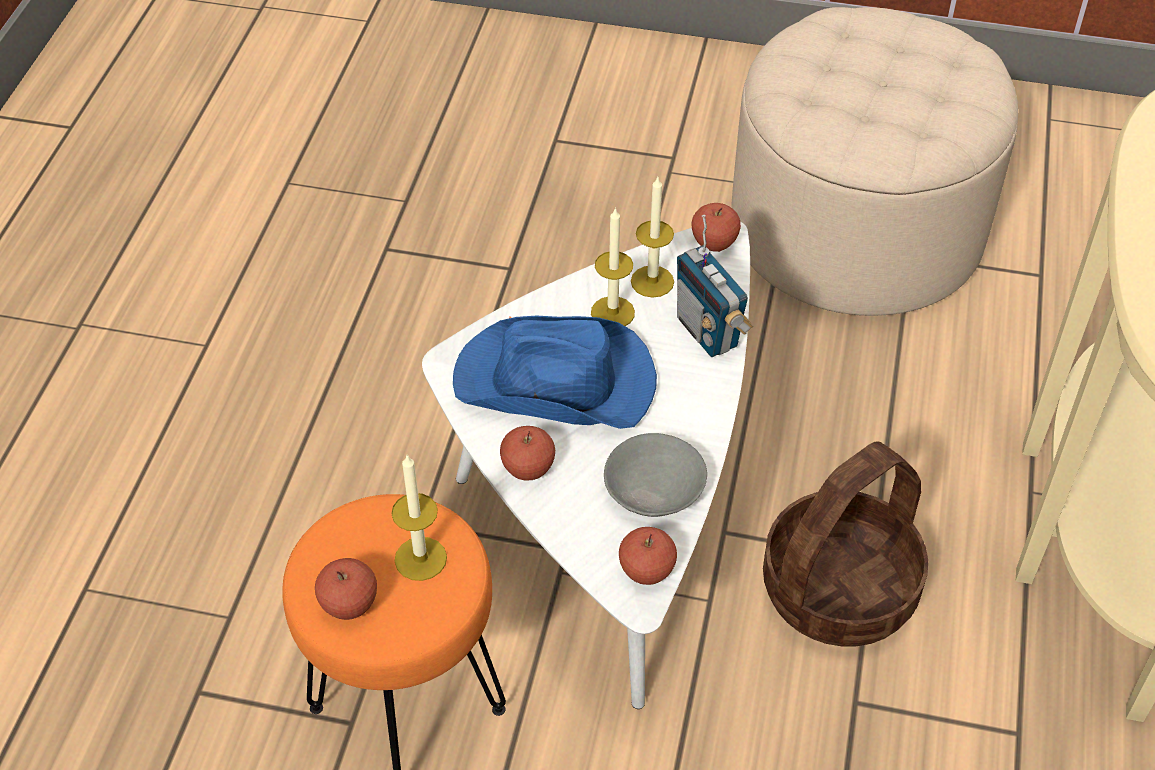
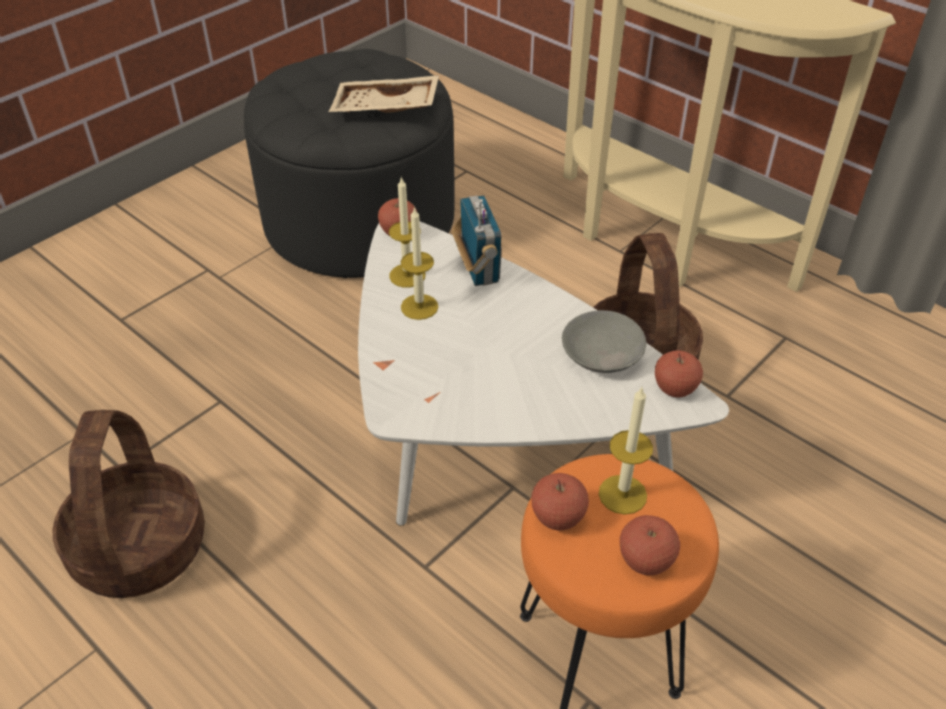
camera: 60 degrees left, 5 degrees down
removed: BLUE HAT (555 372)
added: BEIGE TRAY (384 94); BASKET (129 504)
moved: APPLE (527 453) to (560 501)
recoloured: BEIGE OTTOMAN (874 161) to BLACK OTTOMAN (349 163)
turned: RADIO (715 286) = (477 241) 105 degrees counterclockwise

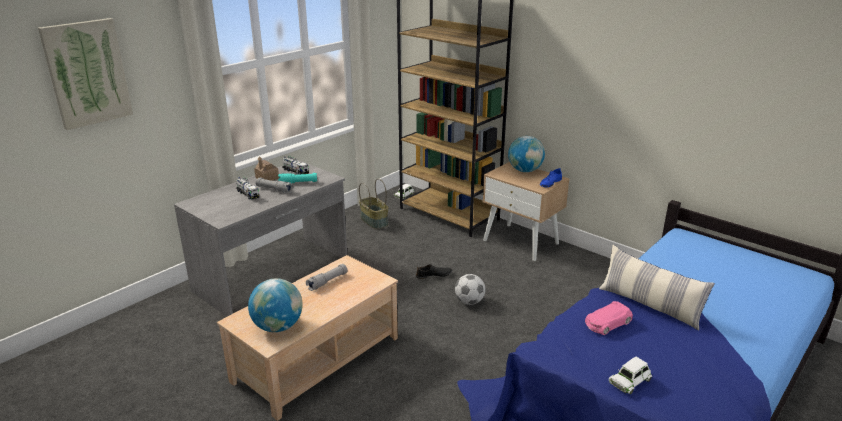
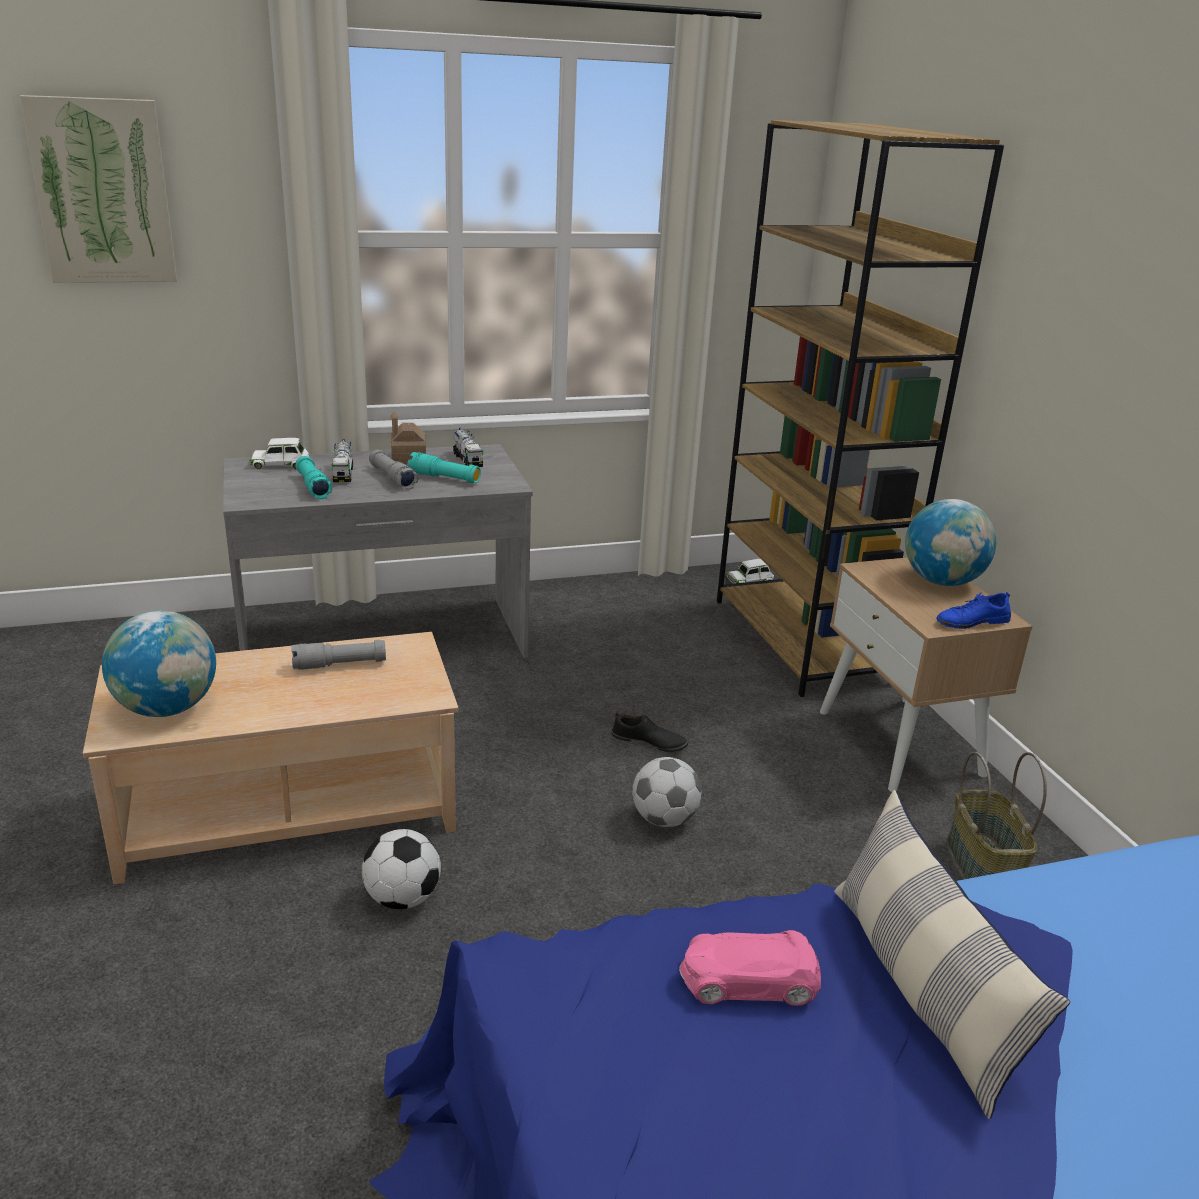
camera: 30 degrees right, 0 degrees up
added: TURQUOISE FLASHLIGHT (314 477); FOOTBALL (401 869)
moved: BASKET (373 204) to (997 815); WHITE TOY CAR (630 375) to (280 454)

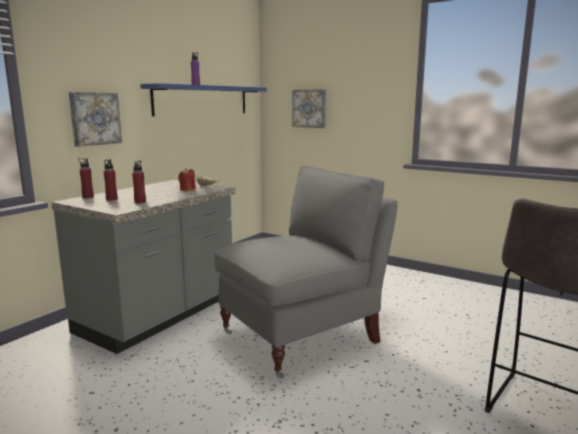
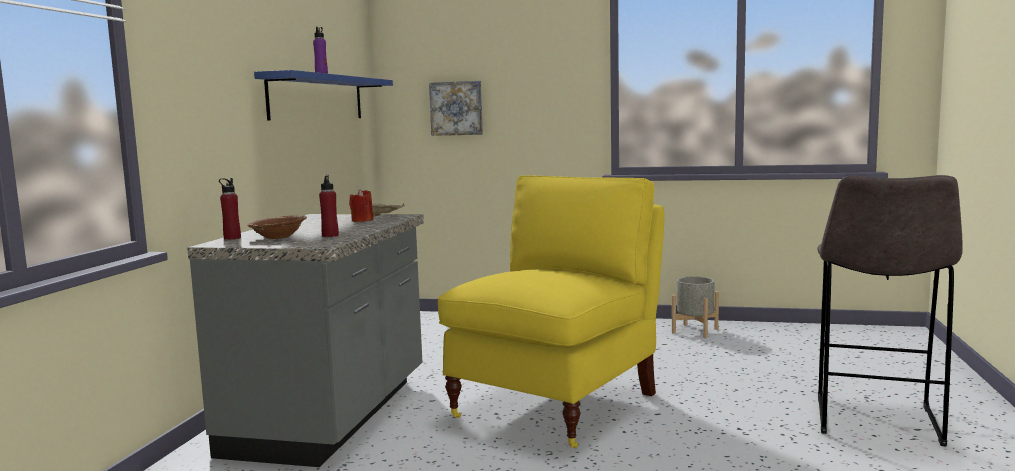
camera: 20 degrees left, 5 degrees down
removed: PICTURE (95 119)
added: GREY PLANTER (695 307)
replaced: RED BOTTLE (111 180) to BROWN BOWL (277 227)
recoloured: GREY CHAIR (306 272) to YELLOW CHAIR (551 311)

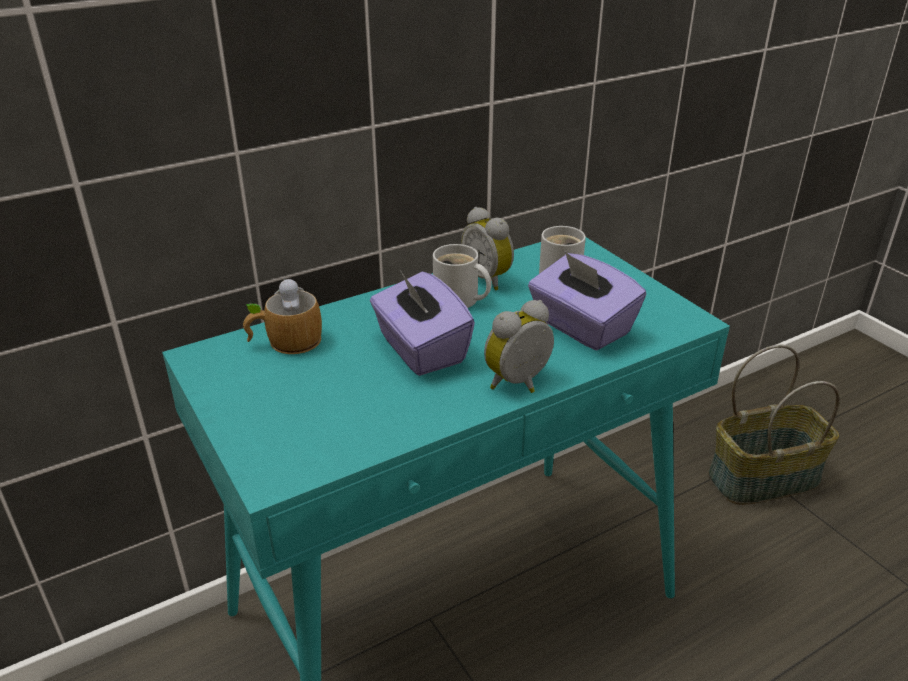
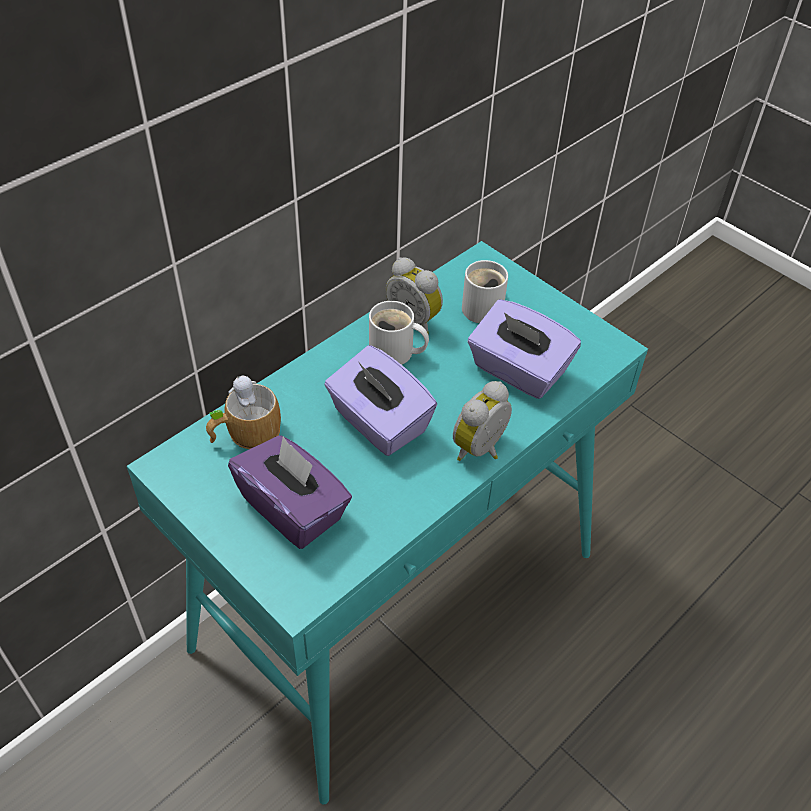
camera: 15 degrees left, 15 degrees up
removed: BASKET (774 425)
added: PURPLE TISSUE BOX (290 492)

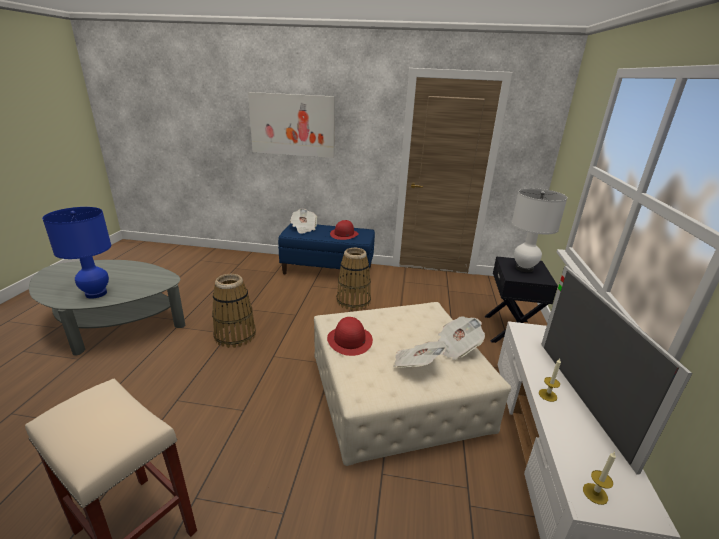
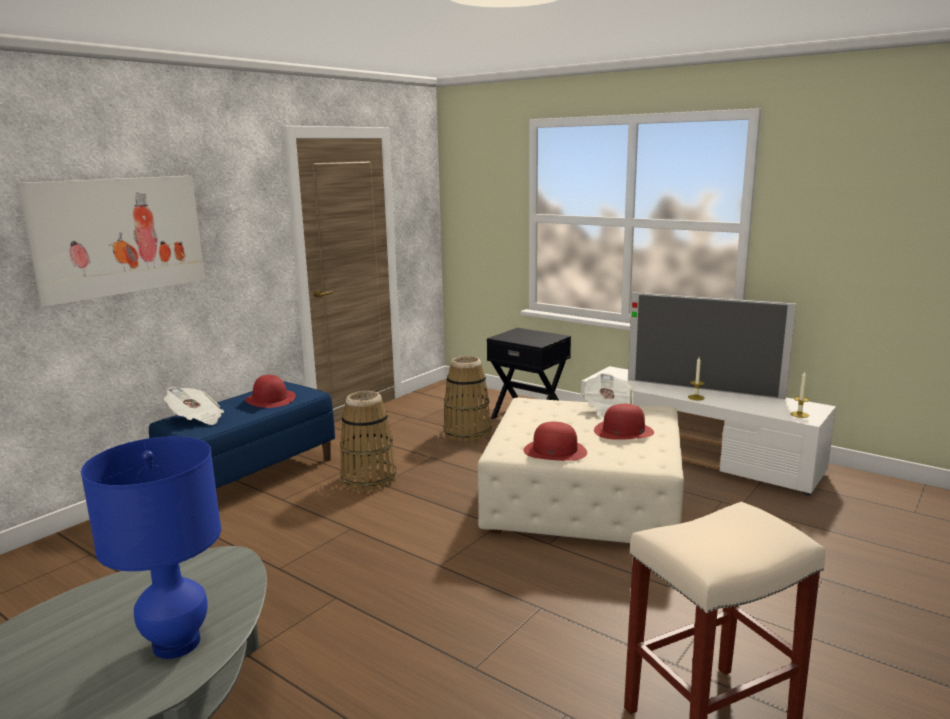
camera: 60 degrees left, 10 degrees down
removed: WHITE TABLE LAMP (539 230)
moved: BASKET (234 311) to (467 399)
replaced: NEWSPAPER (419 354) to RED HAT (624 422)

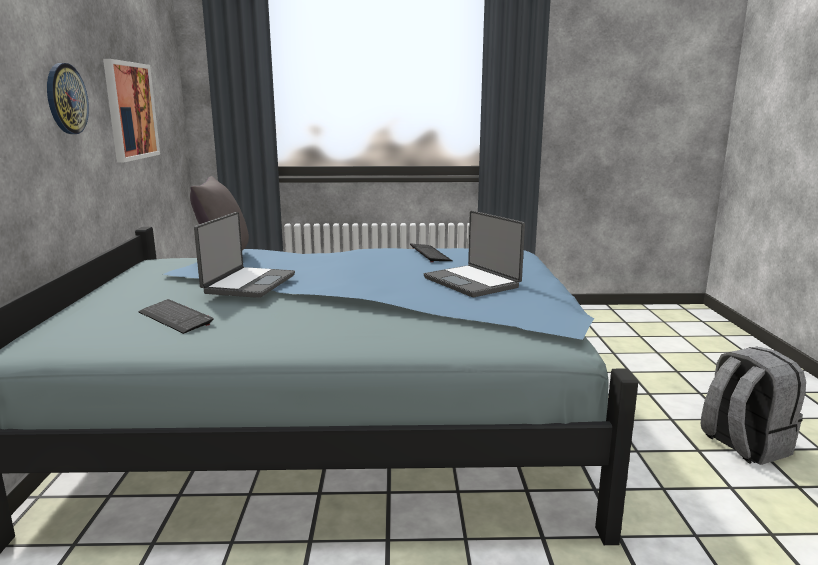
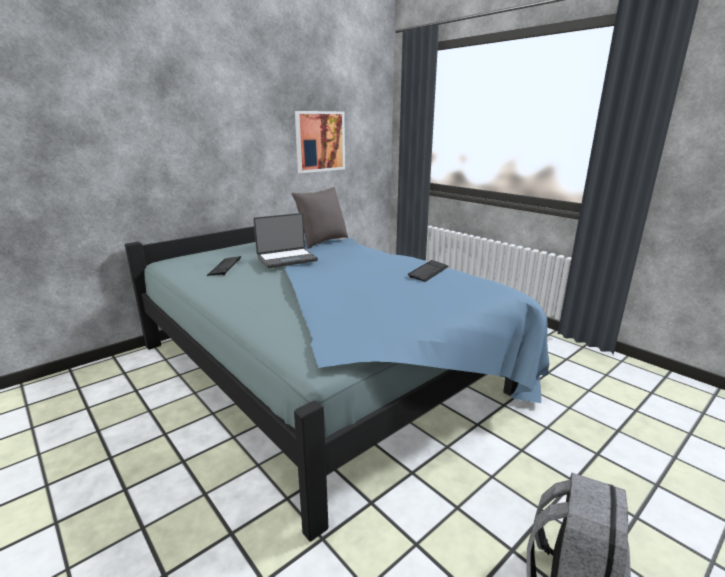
camera: 50 degrees right, 5 degrees up
removed: WALL CLOCK (68 98); LAPTOP (474 254)

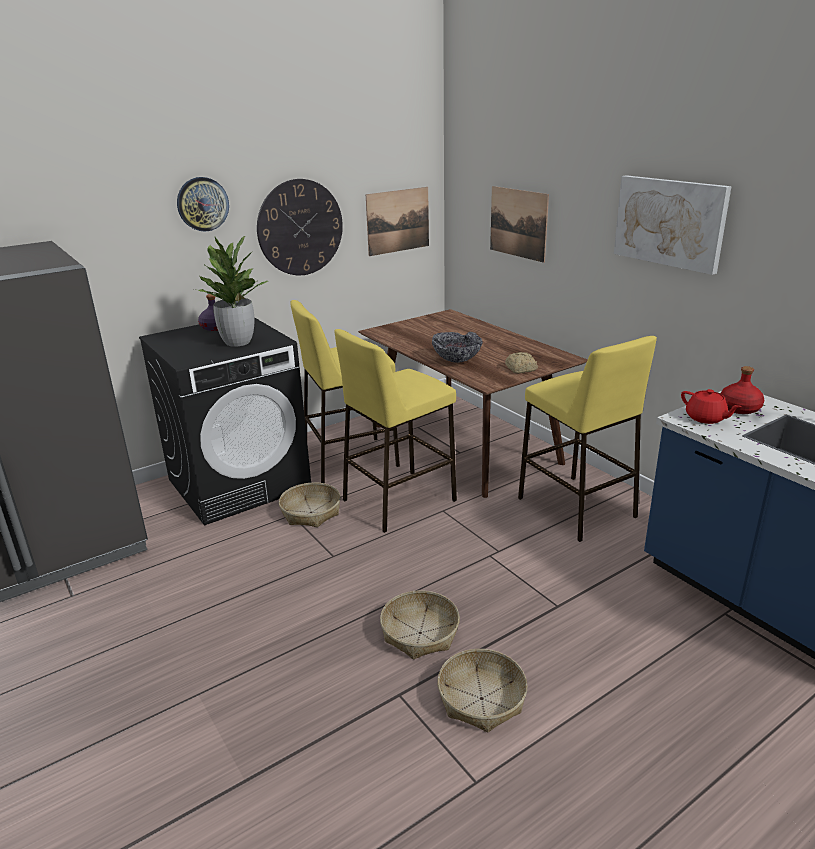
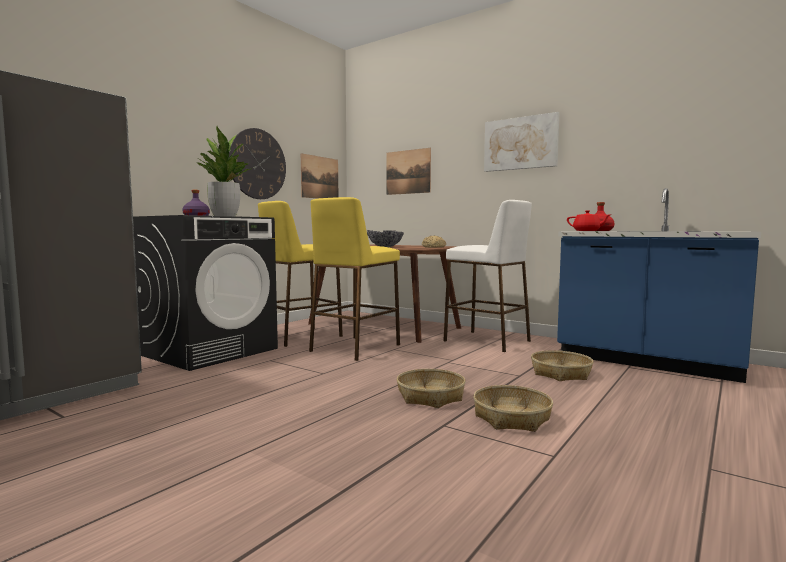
camera: 20 degrees left, 20 degrees down
removed: WALL CLOCK (203 204)
moved: BASKET (310 504) to (562 365)
recoloured: YELLOW STOOL (587 439) to WHITE STOOL (487 276)

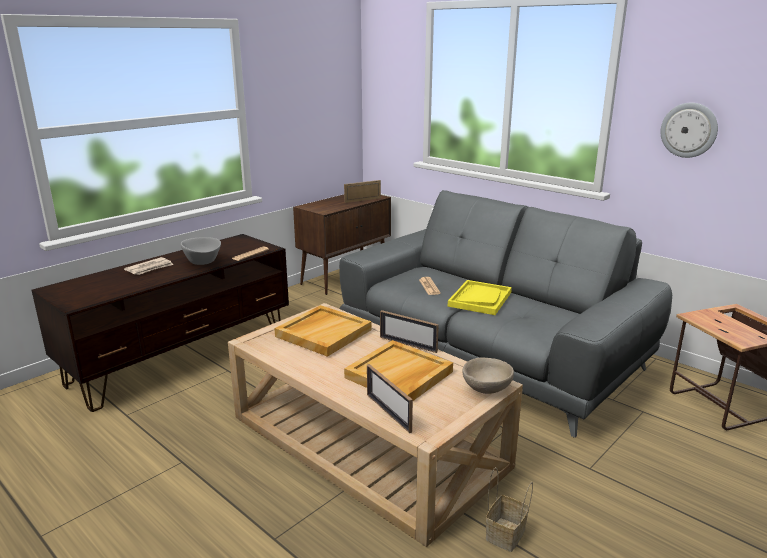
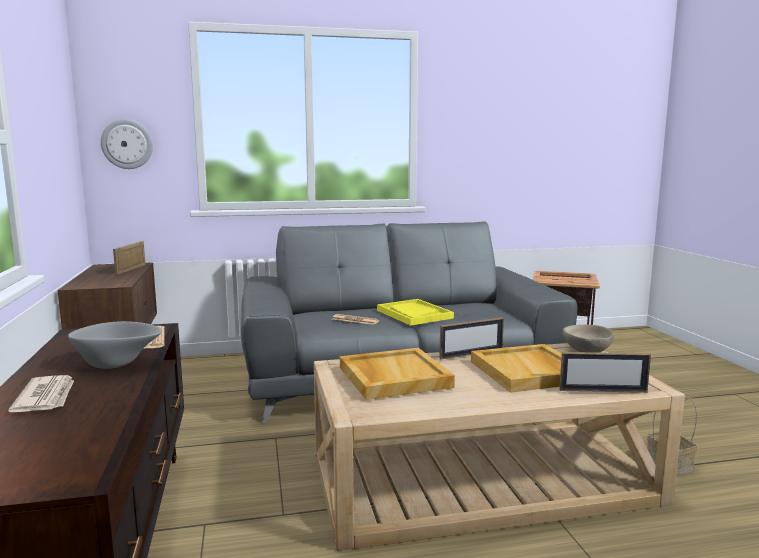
camera: 55 degrees left, 10 degrees down
moved: WALL CLOCK (689 130) to (127 144)

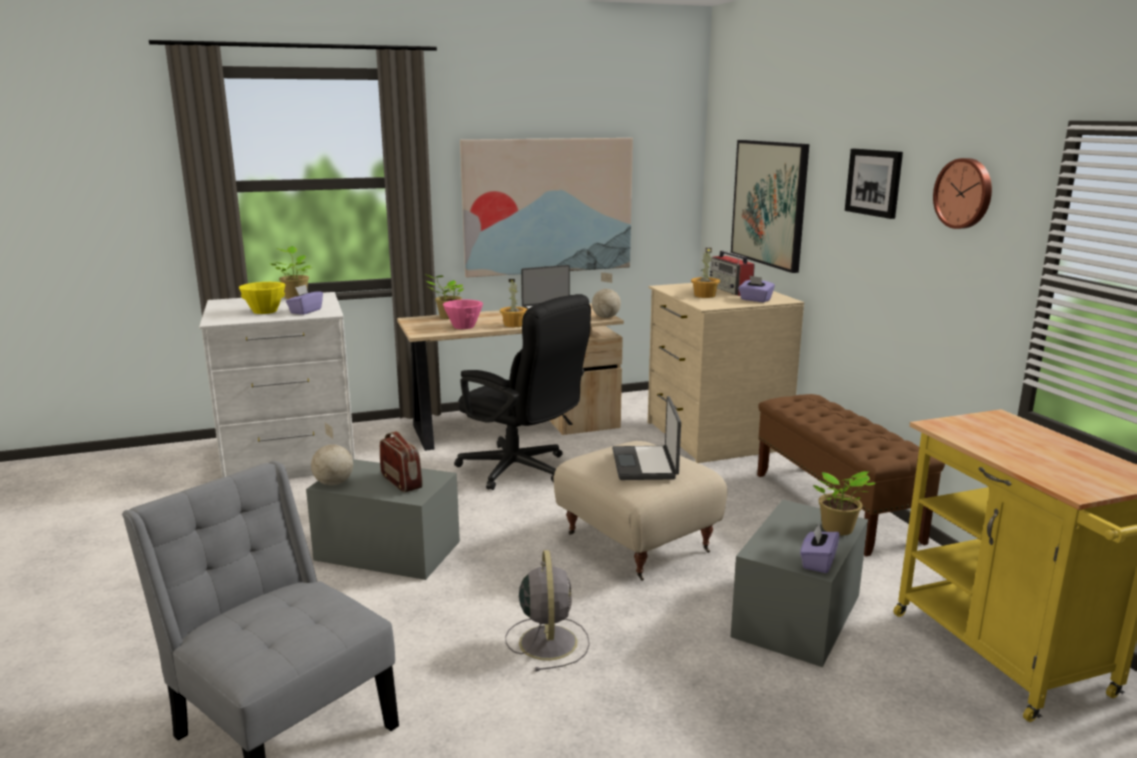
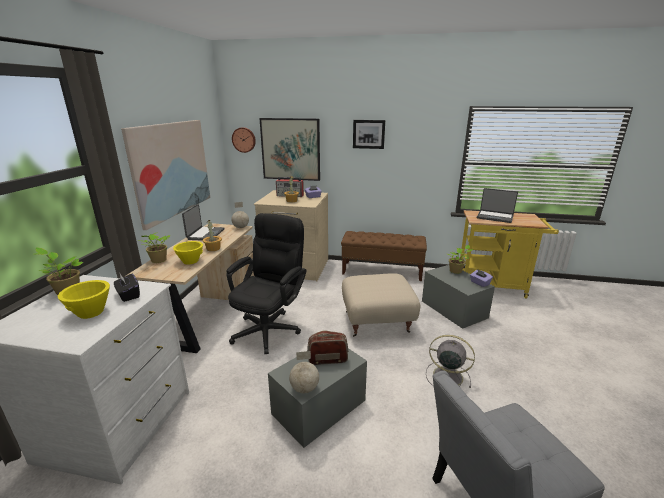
camera: 60 degrees left, 5 degrees up
moved: WALL CLOCK (962 193) to (244 140); LAPTOP (646 438) to (497 205)
recoloured: PURPLE TISSUE BOX (304 299) to BLACK TISSUE BOX (127 288); PINK BOWL (463 314) to YELLOW BOWL (188 253)
turned: BLACK OFFICE CHAIR (522 392) = (266 284) 45 degrees counterclockwise

